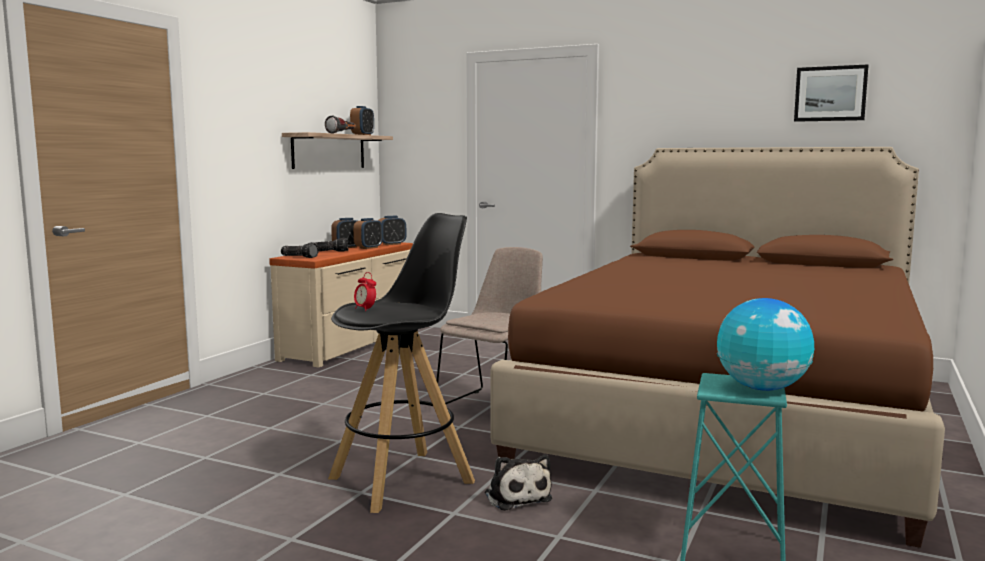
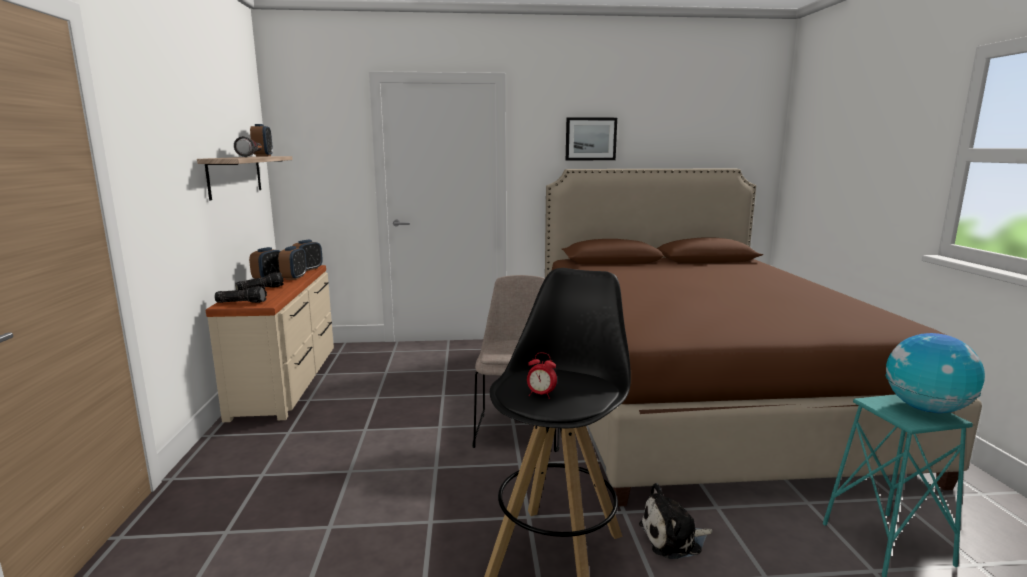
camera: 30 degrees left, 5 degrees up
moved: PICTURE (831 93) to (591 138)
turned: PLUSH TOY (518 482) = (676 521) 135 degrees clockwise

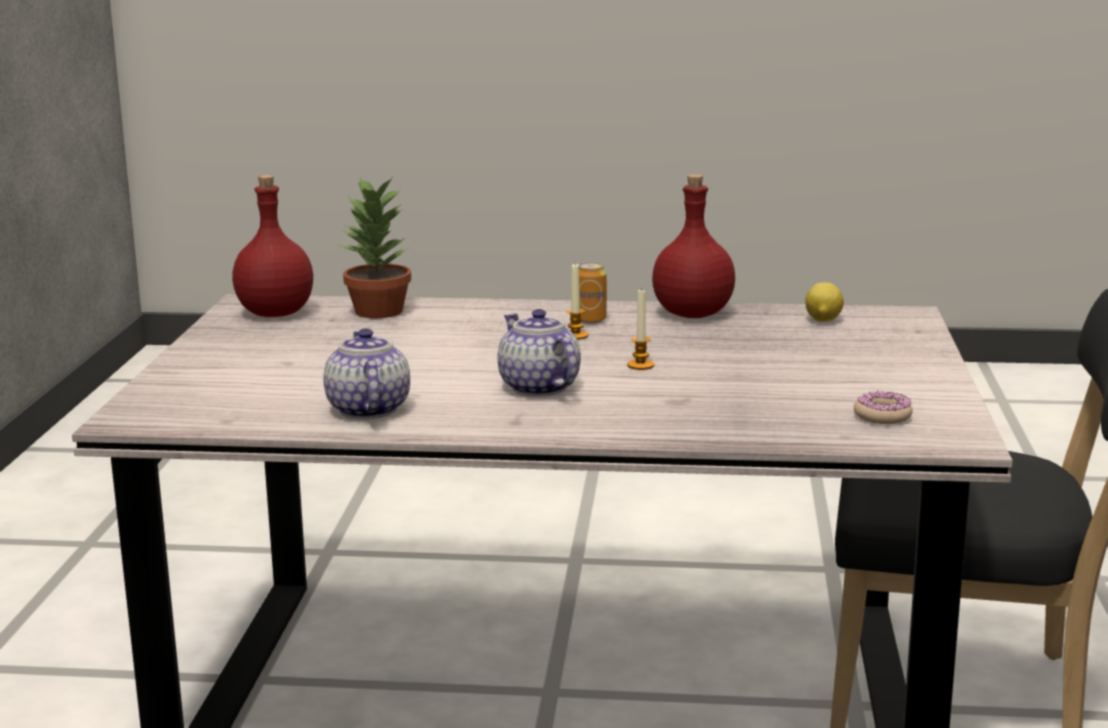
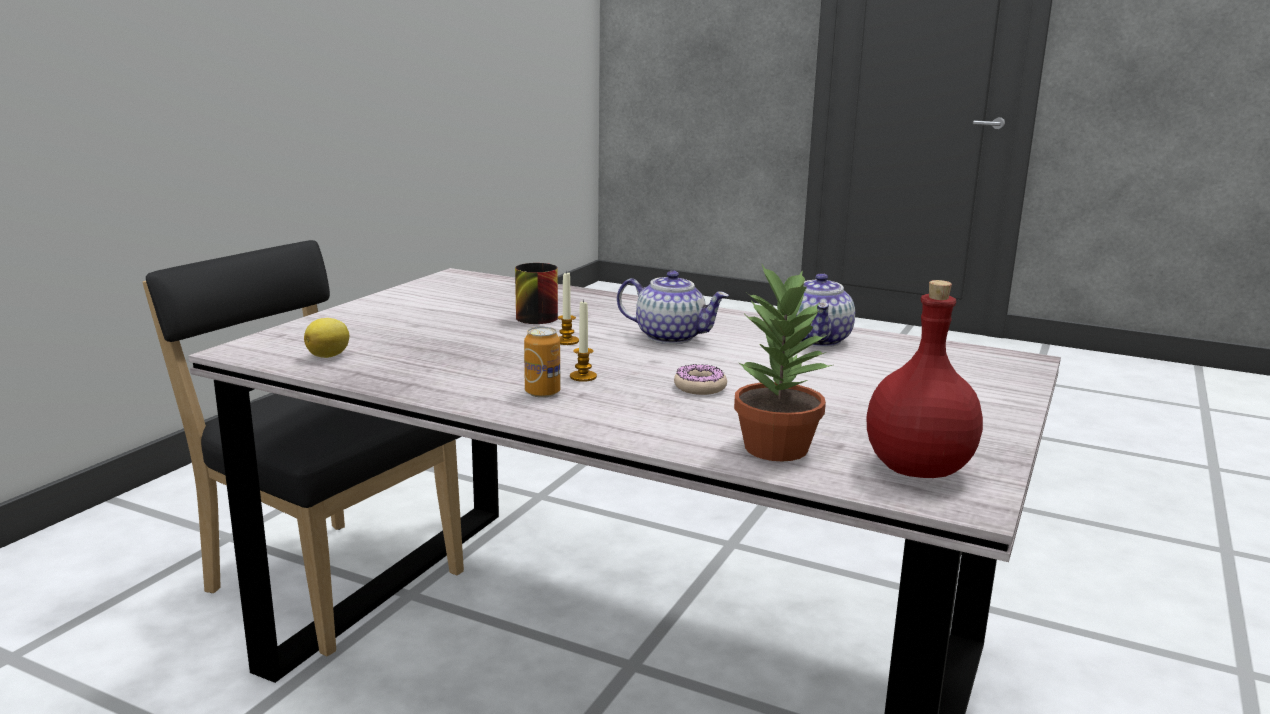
camera: 160 degrees left, 0 degrees up
removed: RED BOTTLE (693 246)
added: MUG (536 293)
moved: DONUT (883 407) to (700 379)
turned: TEAPOT (539 353) = (673 307) 60 degrees counterclockwise

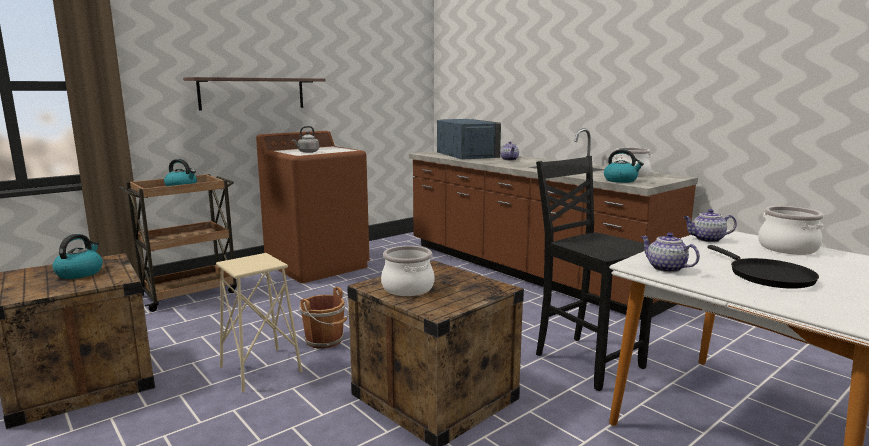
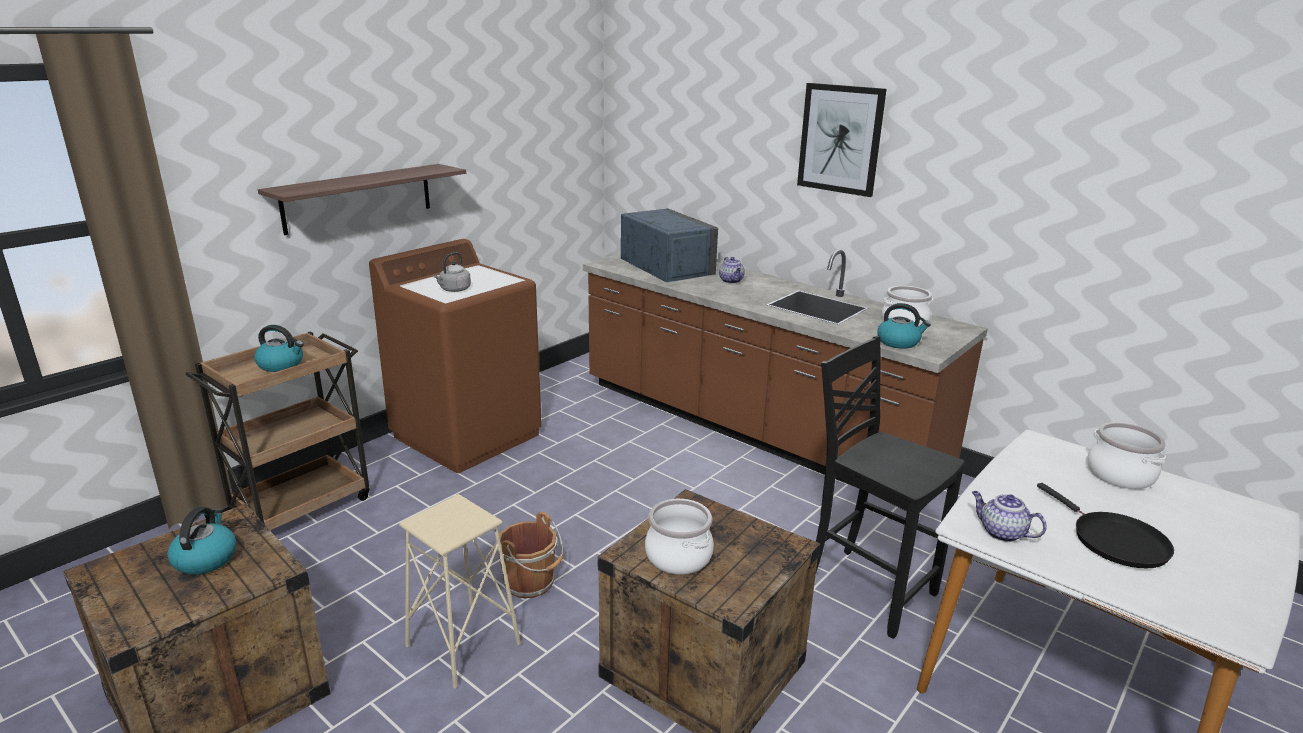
camera: 10 degrees left, 10 degrees up
removed: TEAPOT (710 225)
added: PICTURE (842 140)

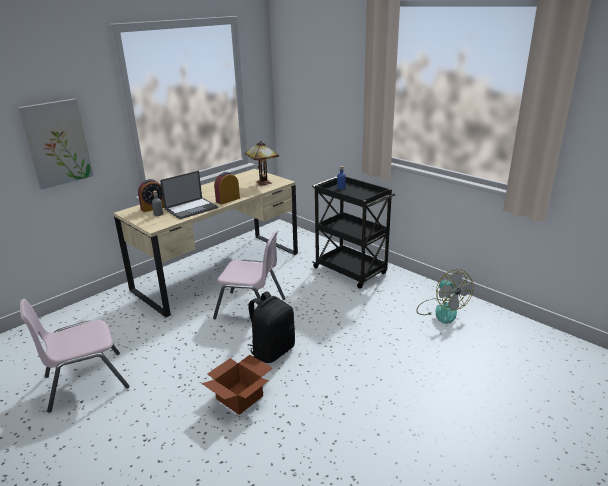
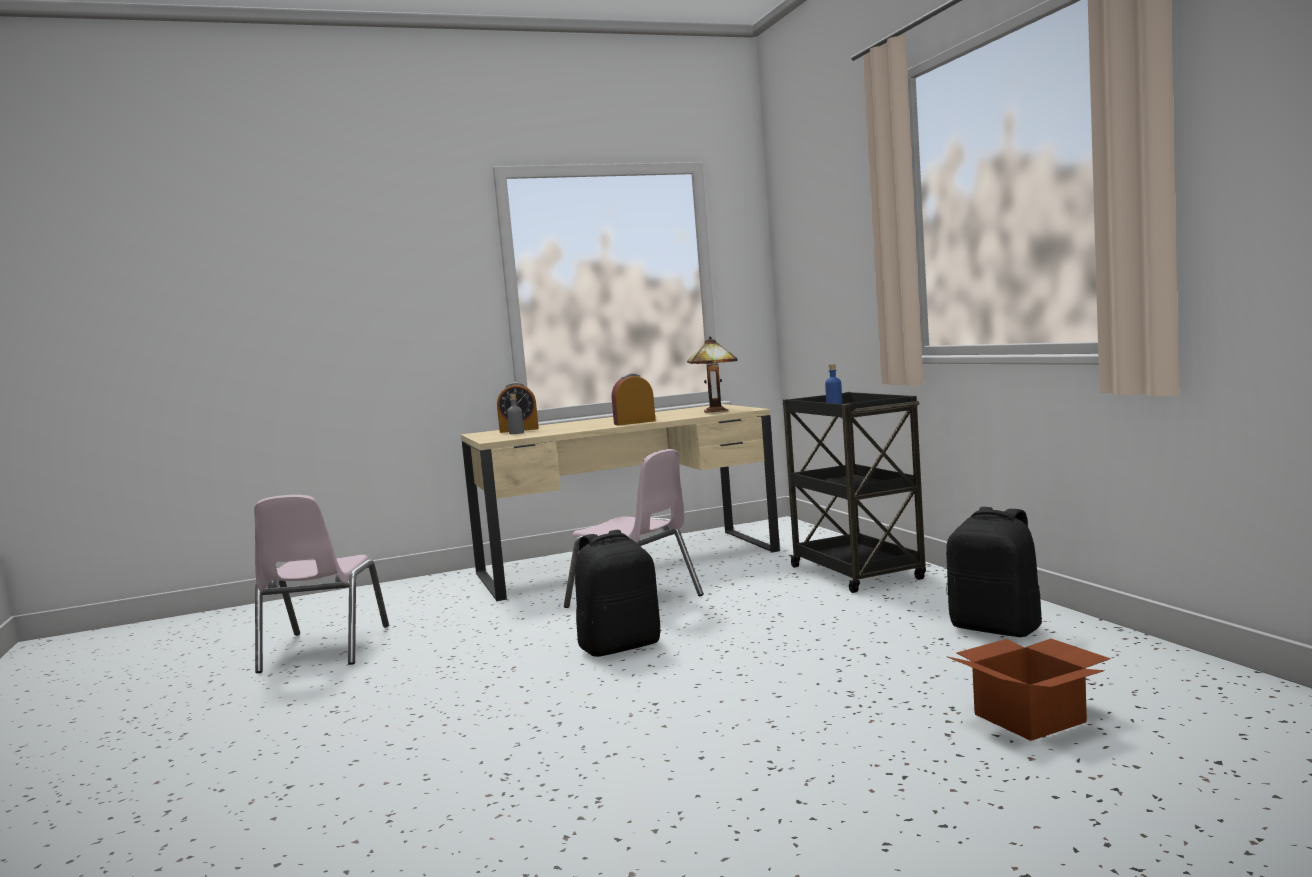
camera: 25 degrees right, 20 degrees down
removed: PICTURE (56 144); LAPTOP (189 195)
moved: CARDBOARD BOX (237 385) to (1028 690)
replaced: FAN (444 296) to BLACK BACKPACK (994 572)
turned: PINK CHAIR (75 355) = (321 584) 90 degrees counterclockwise

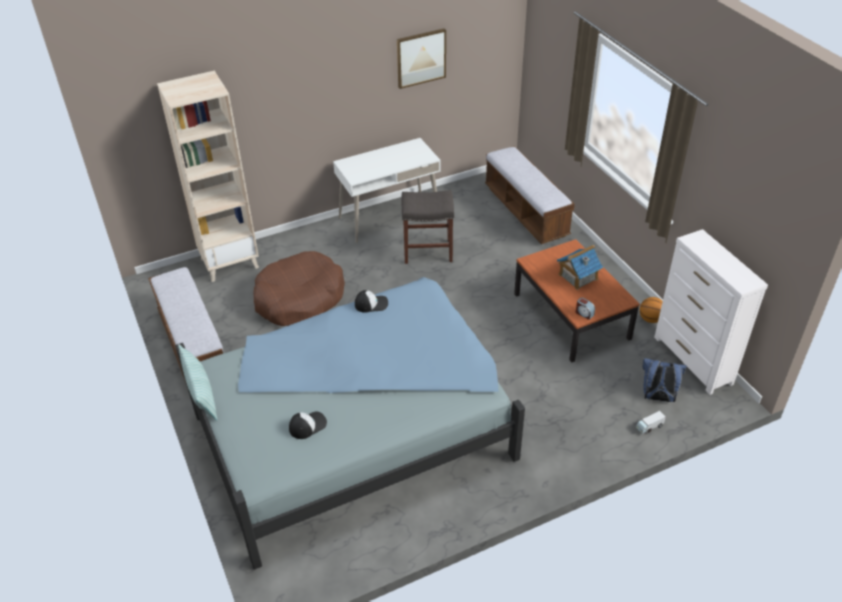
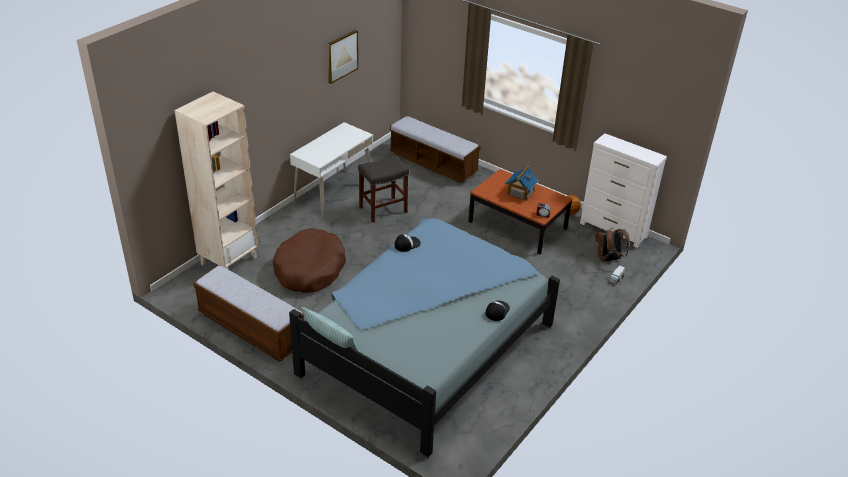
camera: 30 degrees left, 5 degrees down
moved: CAP (308 425) to (497 310)
recoloured: BLUE BACKPACK (664 380) to BROWN BACKPACK (613 245)

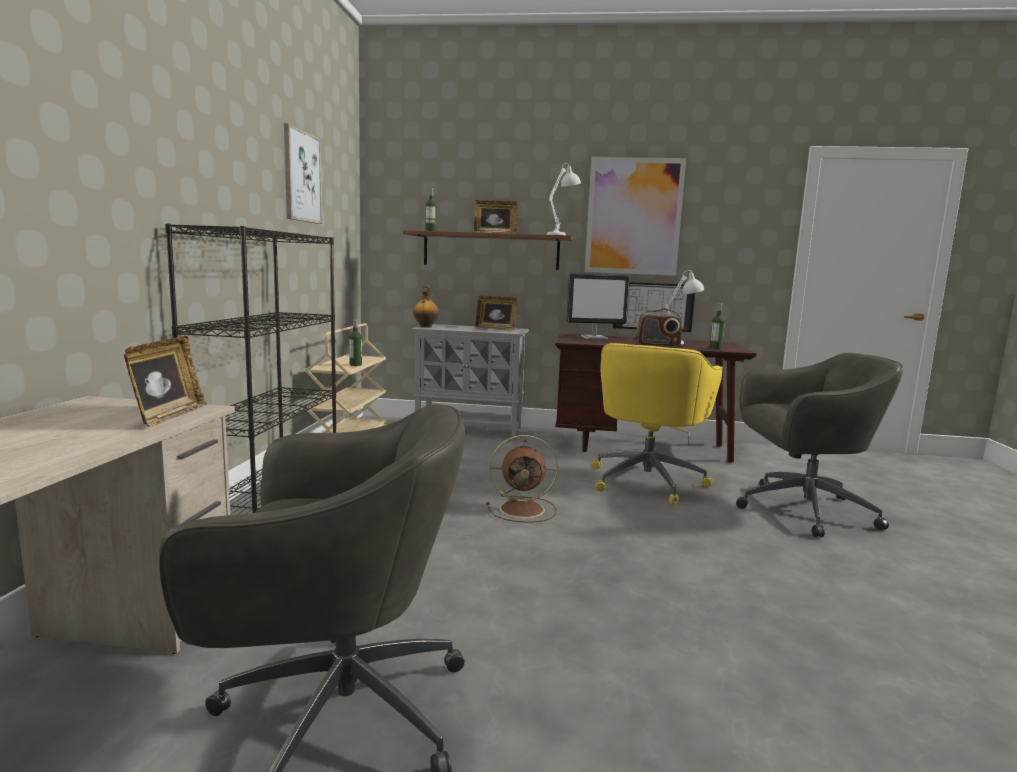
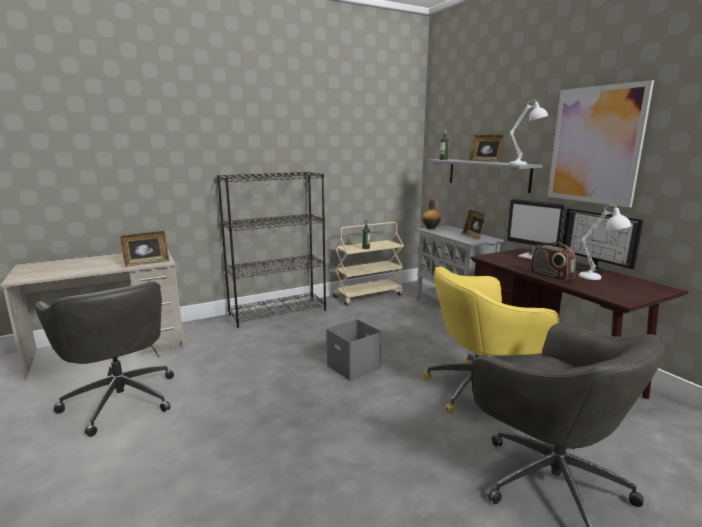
camera: 55 degrees right, 5 degrees up
removed: PICTURE (303 173); BOTTLE (717 326)
replaced: BROWN FAN (522 479) to GREY STORAGE BOX (353 350)
recoloured: BROWN SHELF (488 250) to GREY SHELF (484 176)

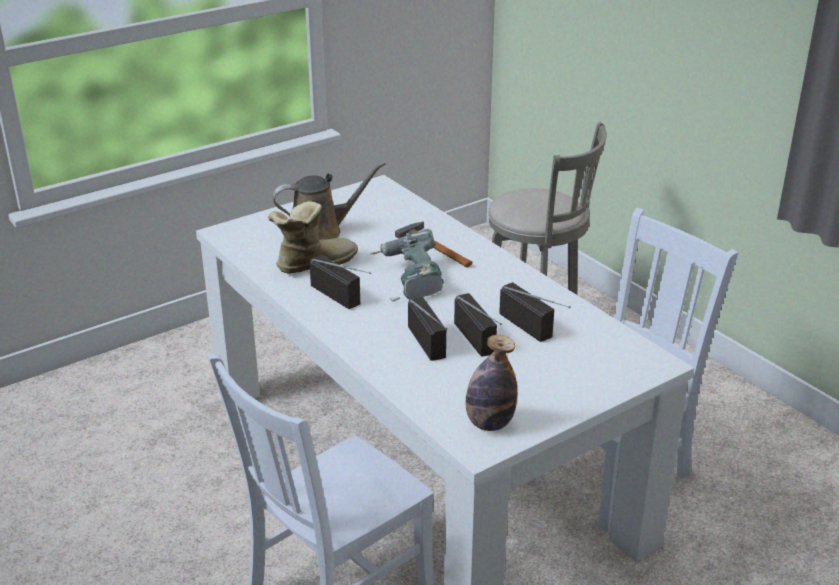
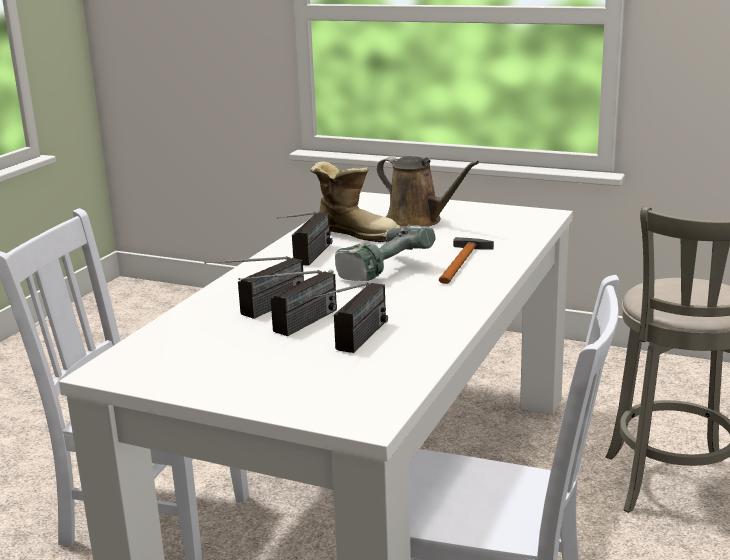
camera: 60 degrees right, 10 degrees down
removed: BOTTLE (491 383)

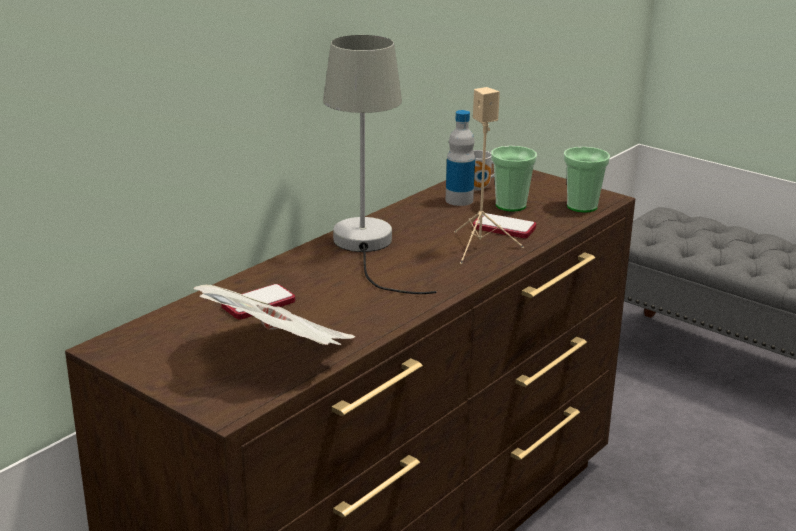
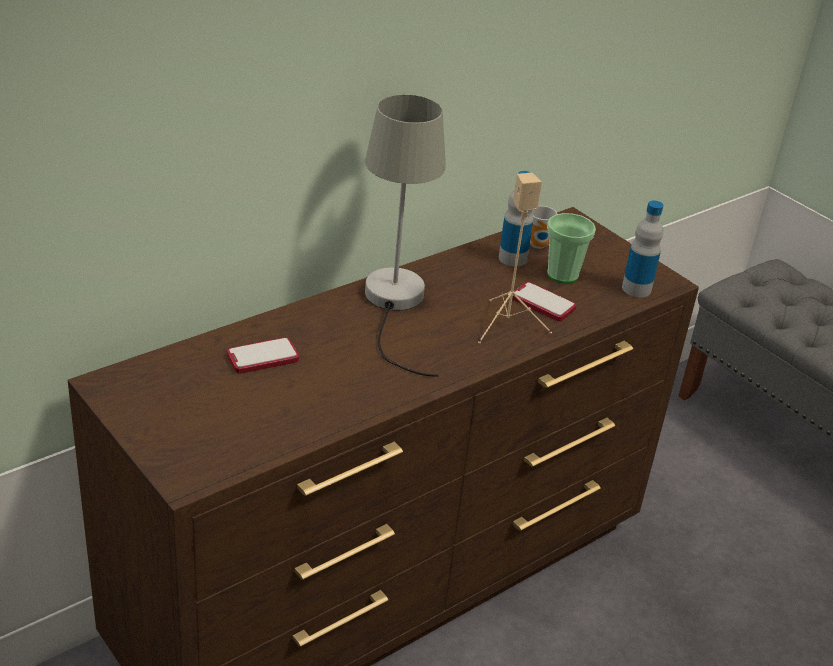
camera: 10 degrees right, 10 degrees up
removed: NEWSPAPER (274 315)
replaced: CUP (586 179) to BOTTLE (642 248)

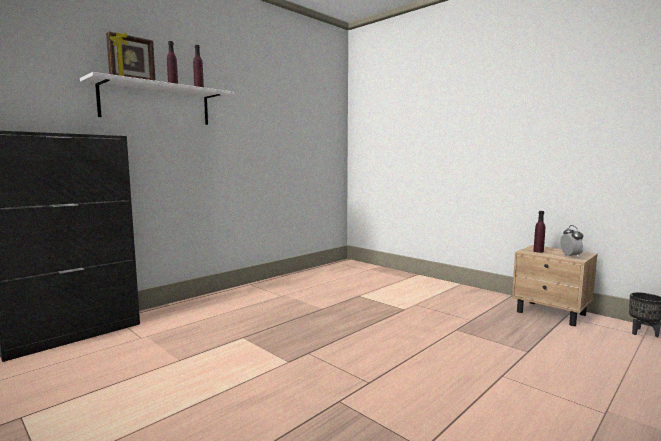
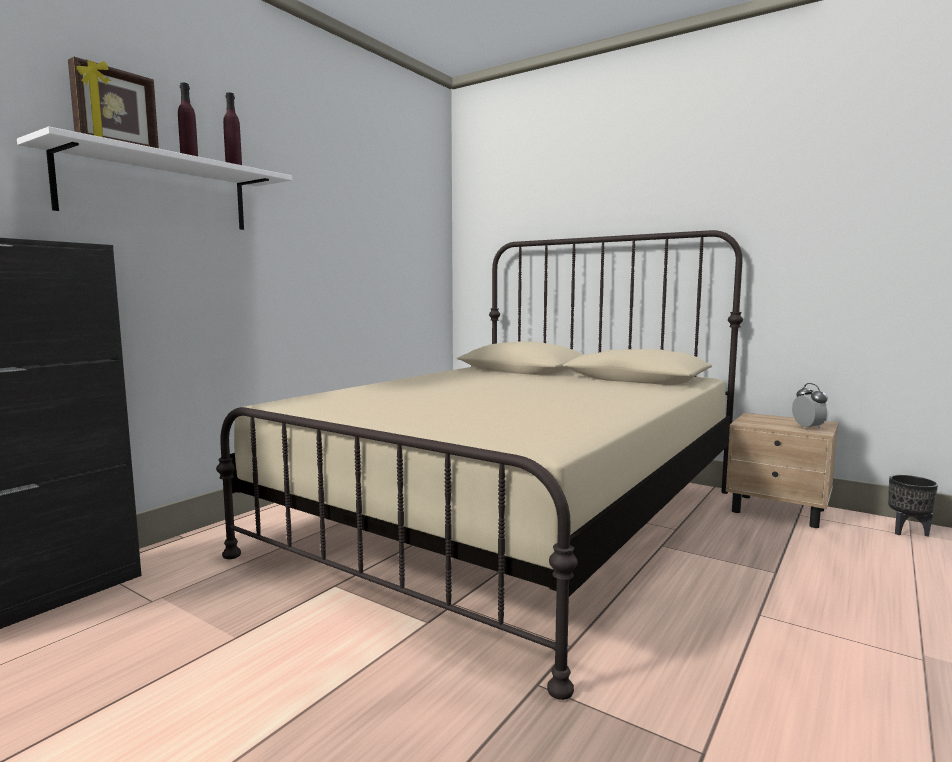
camera: 10 degrees left, 0 degrees up
removed: PURPLE BOTTLE (539 232)
added: BEIGE BED (479 465)

